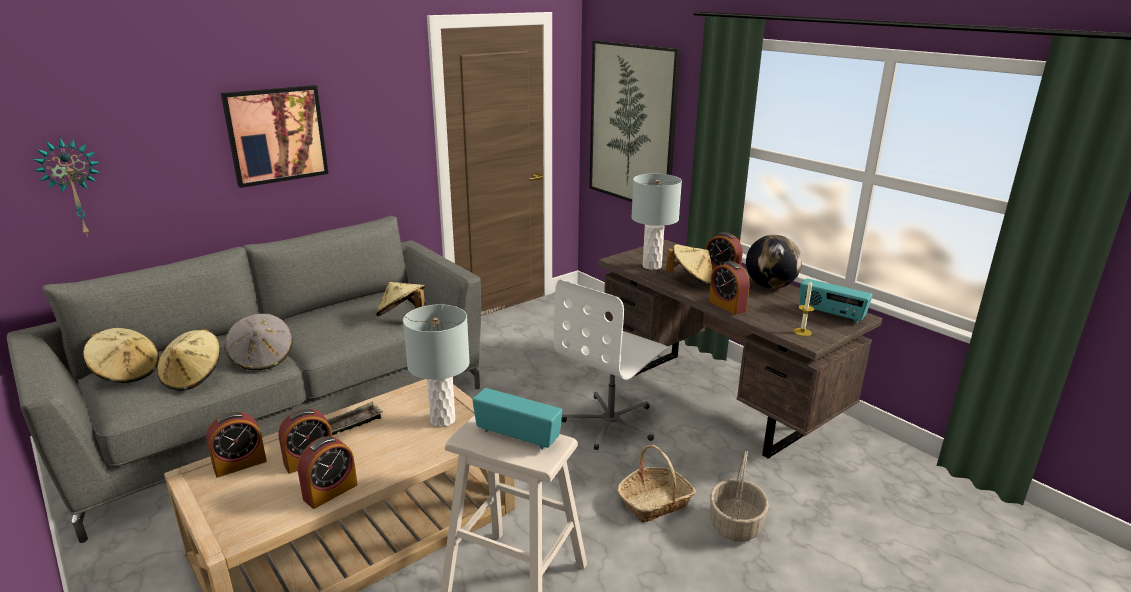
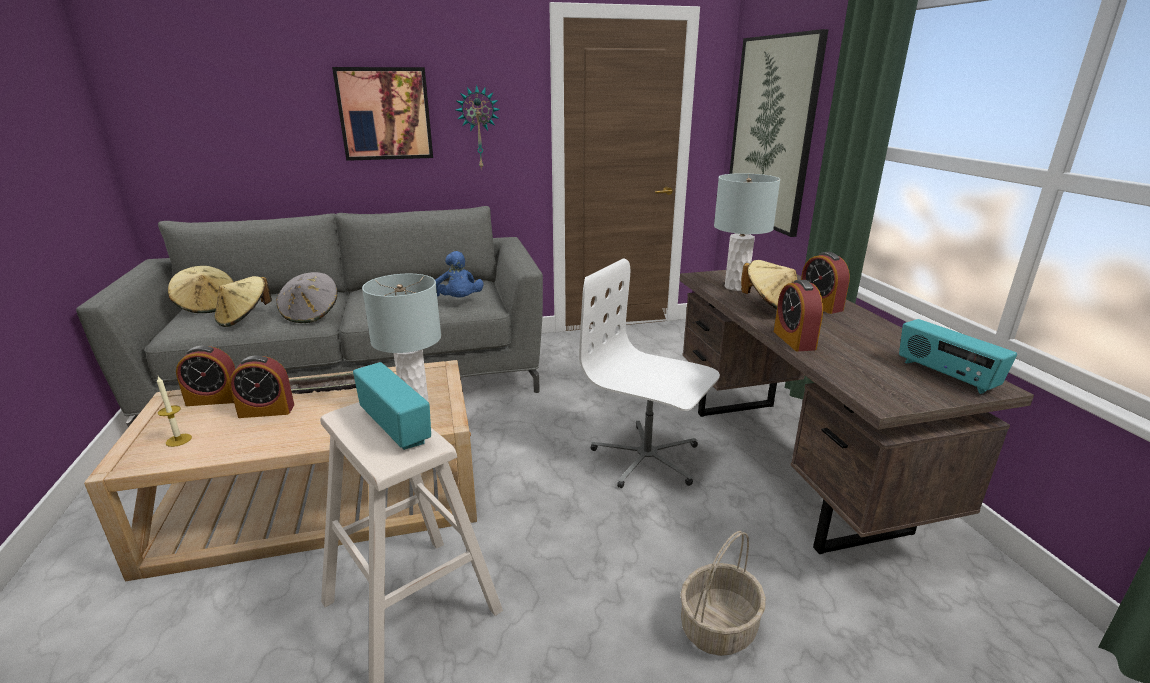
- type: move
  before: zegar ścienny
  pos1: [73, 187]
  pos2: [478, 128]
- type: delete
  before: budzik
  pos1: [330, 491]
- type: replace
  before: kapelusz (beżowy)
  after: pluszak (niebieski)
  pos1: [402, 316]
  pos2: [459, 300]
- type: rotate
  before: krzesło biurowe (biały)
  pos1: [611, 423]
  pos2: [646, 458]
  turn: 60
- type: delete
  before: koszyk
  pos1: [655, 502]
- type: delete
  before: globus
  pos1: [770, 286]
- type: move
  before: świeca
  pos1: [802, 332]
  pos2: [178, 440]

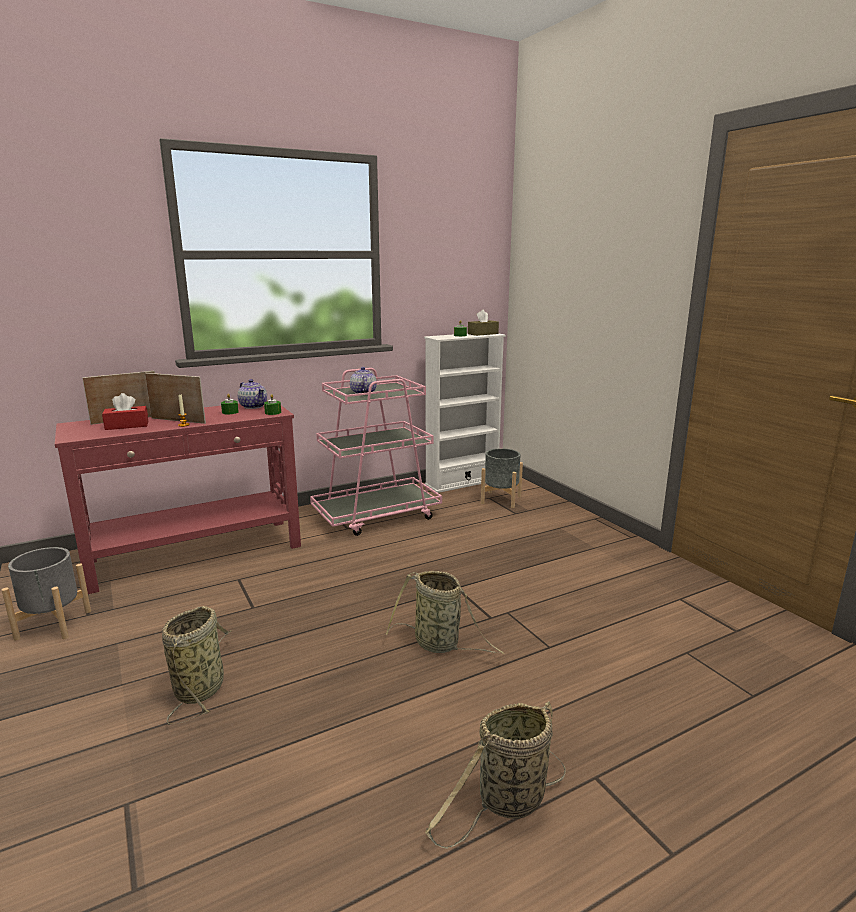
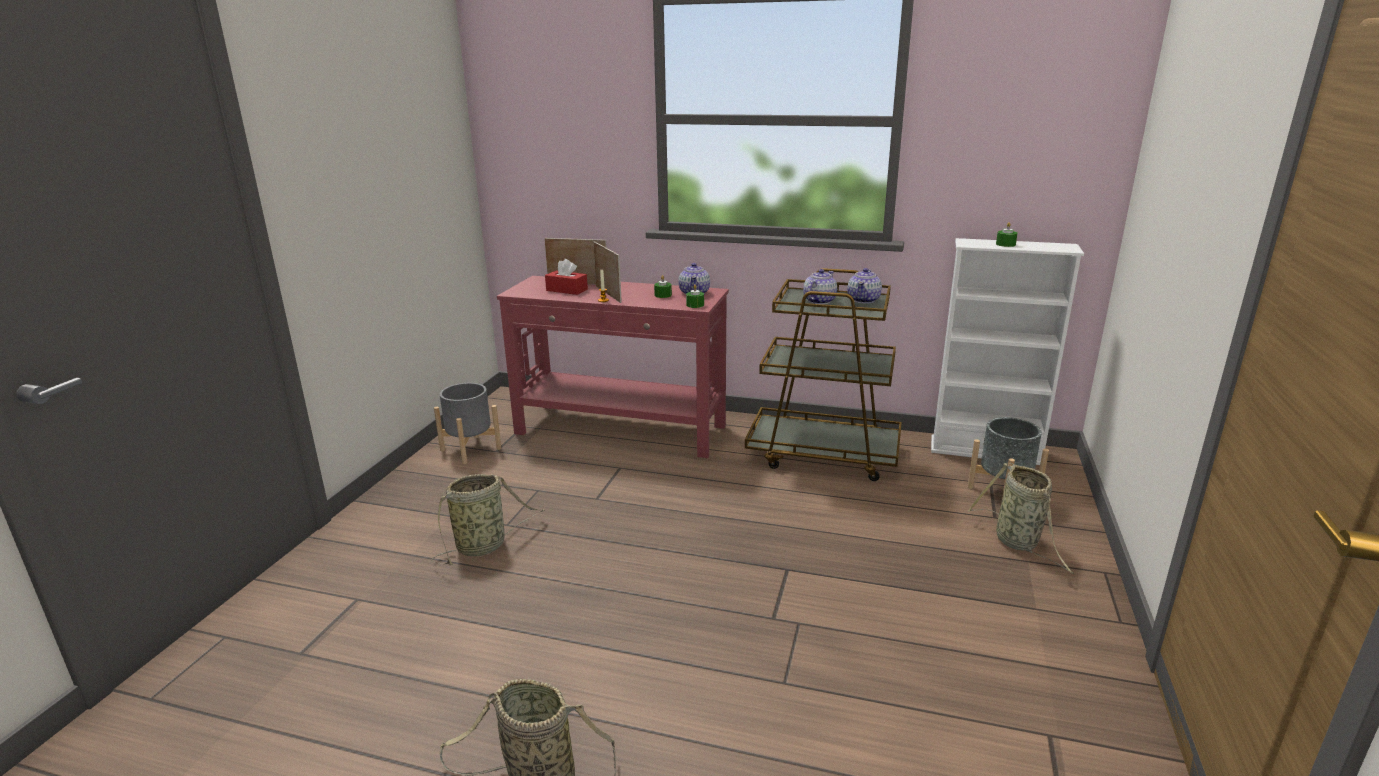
- type: recolor
  before: wózek (różowy)
  after: wózek (brązowy)
  pos1: [377, 515]
  pos2: [824, 454]
- type: move
  before: koszyk
  pos1: [440, 644]
  pos2: [1019, 543]
- type: delete
  before: pudełko chusteczek (brązowy)
  pos1: [483, 334]
- type: insert
  after: imbryk
  pos2: [864, 300]

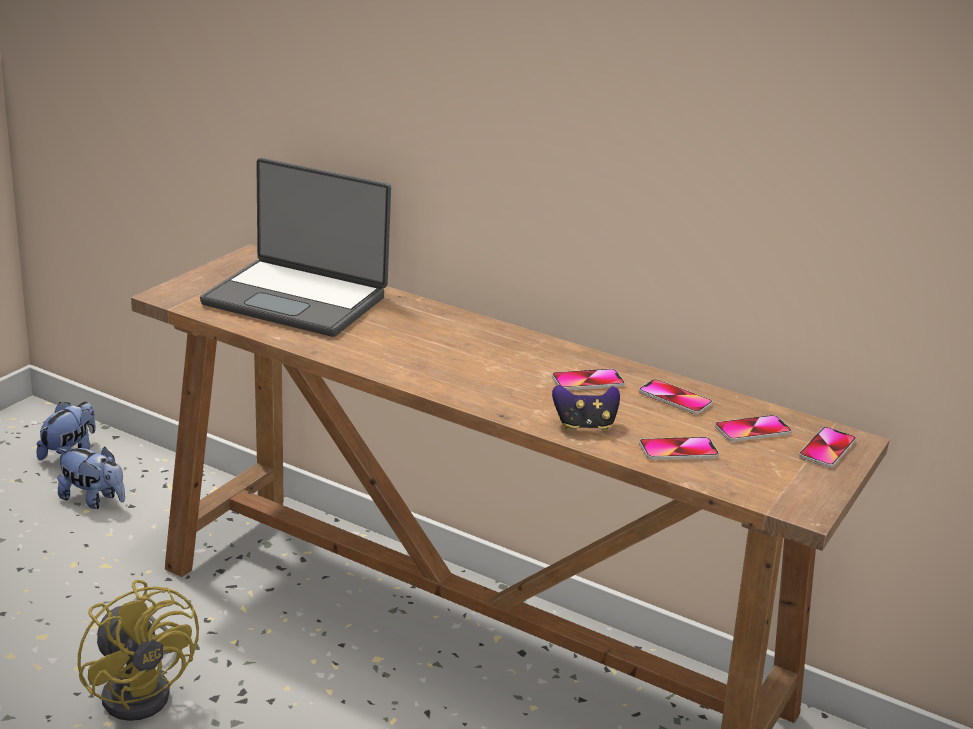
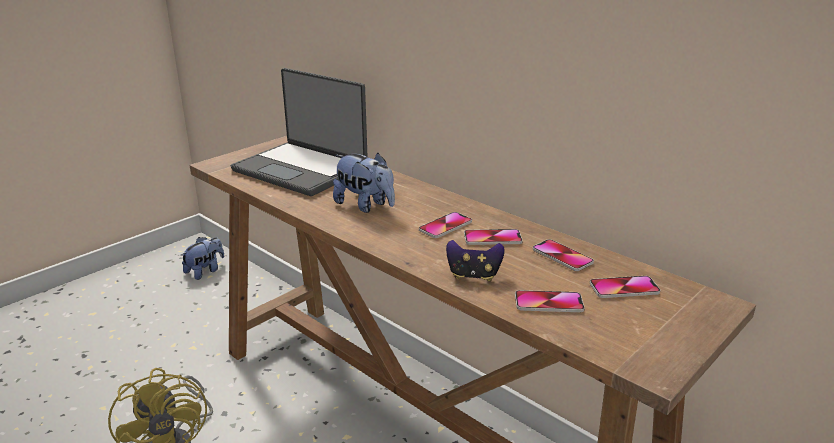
- type: move
  before: pluszak
  pos1: [93, 500]
  pos2: [365, 205]
- type: move
  before: telefon
  pos1: [827, 449]
  pos2: [445, 226]

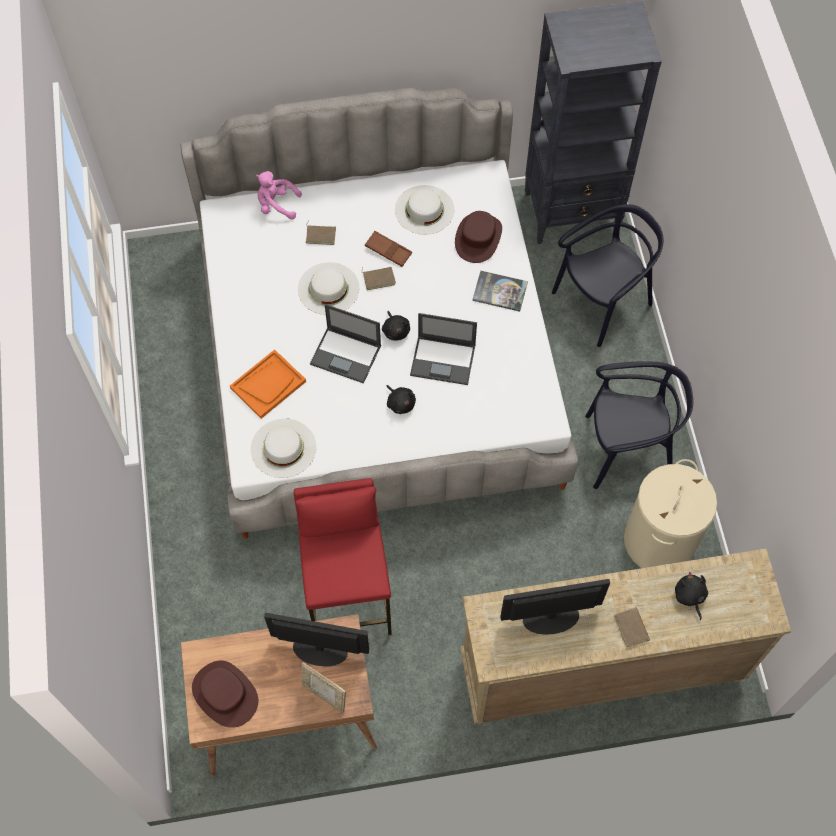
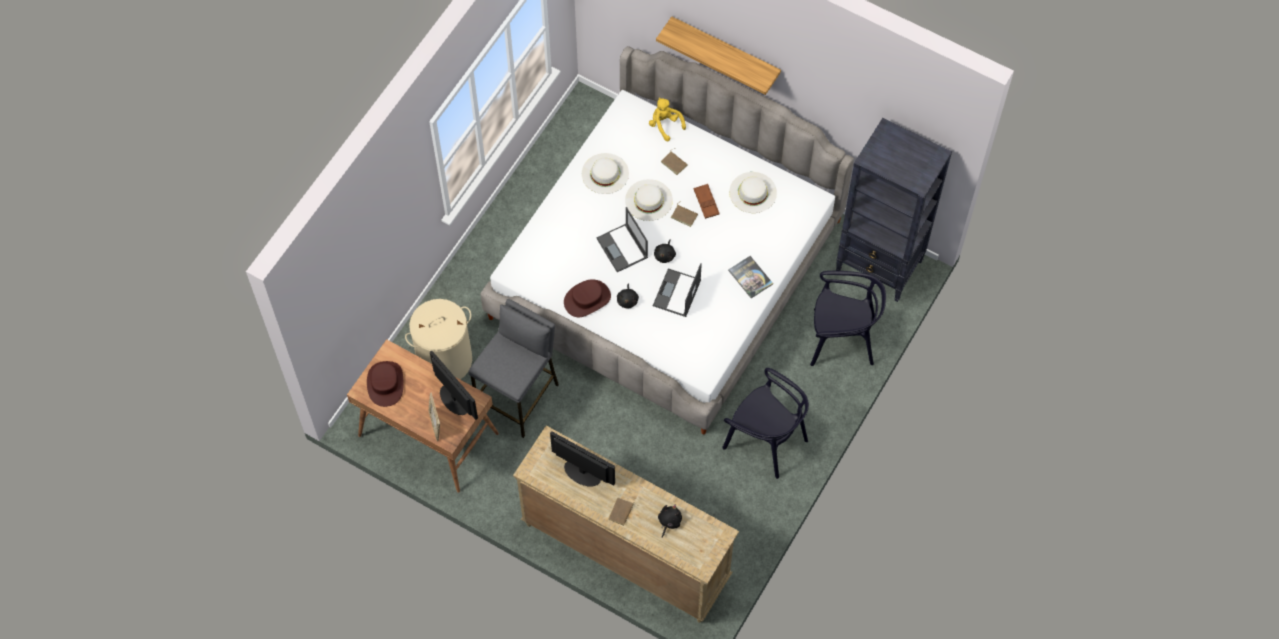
- type: delete
  before: taca (pomarańczowy)
  pos1: [268, 384]
- type: move
  before: kapelusz (biały)
  pos1: [283, 448]
  pos2: [605, 173]
- type: recolor
  before: pluszak (różowy)
  after: pluszak (żółty)
  pos1: [276, 205]
  pos2: [665, 125]
- type: recolor
  before: stołek (czerwony)
  after: stołek (szary)
  pos1: [349, 596]
  pos2: [519, 398]
- type: rotate
  before: laptop
  pos1: [443, 360]
  pos2: [676, 294]
  turn: 60
- type: move
  before: kapelusz (brązowy)
  pos1: [478, 238]
  pos2: [587, 299]
- type: move
  before: kosz na pranie (beżowy)
  pos1: [659, 540]
  pos2: [445, 359]
- type: insert
  after: półka
  pos2: [725, 51]

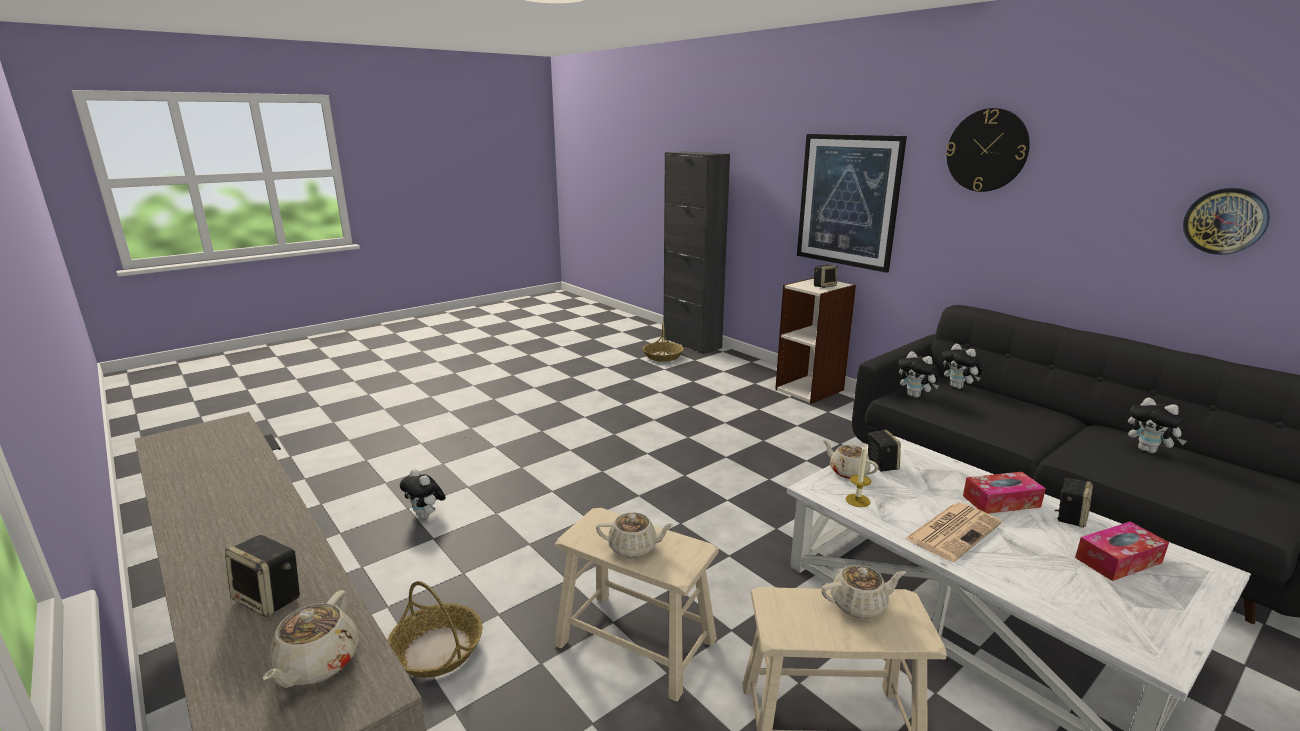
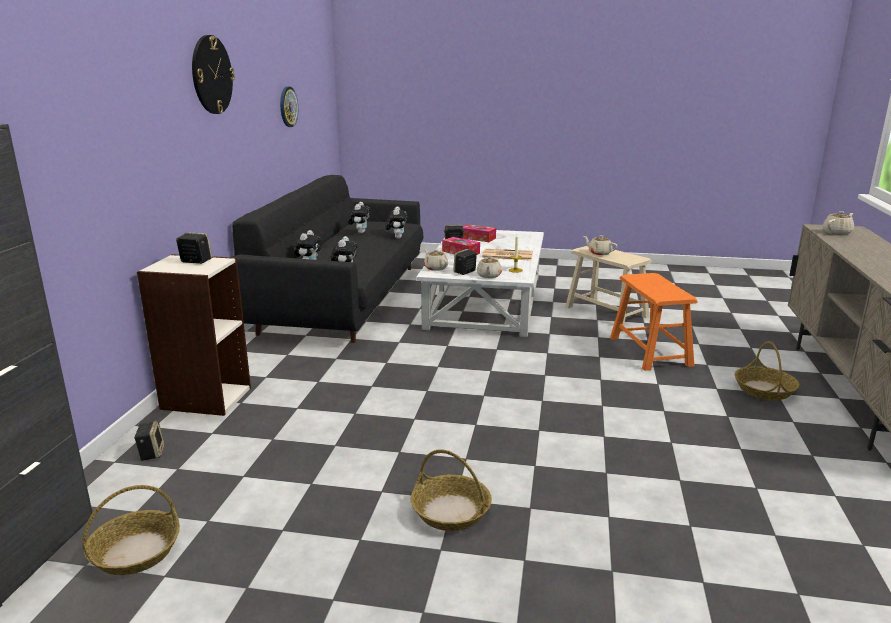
- type: move
  before: głośnik
  pos1: [270, 598]
  pos2: [151, 453]
- type: move
  before: pluszak
  pos1: [426, 515]
  pos2: [397, 237]
- type: recolor
  before: stołek (beżowy)
  after: stołek (pomarańczowy)
  pos1: [636, 642]
  pos2: [650, 351]
- type: move
  before: imbryk (beżowy)
  pos1: [634, 548]
  pos2: [435, 268]
- type: delete
  before: obraz
  pos1: [847, 201]
- type: insert
  after: koszyk
  pos2: [450, 511]

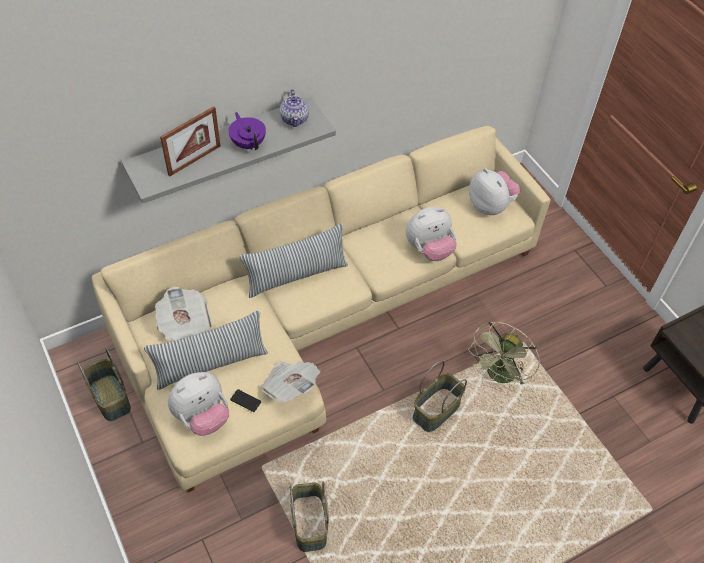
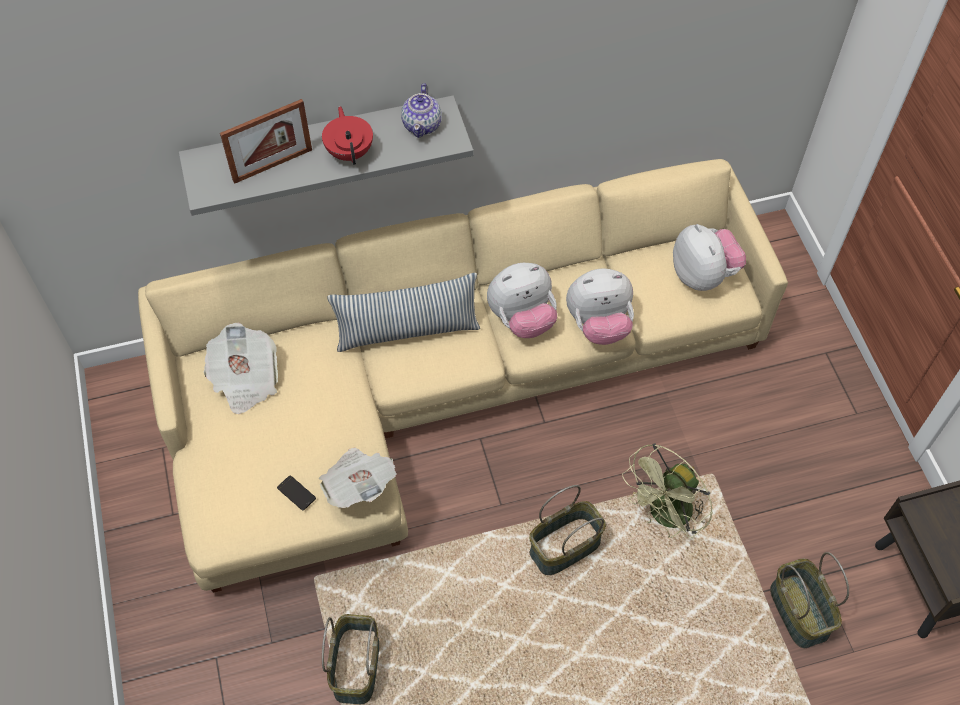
- type: move
  before: koszyk
  pos1: [111, 398]
  pos2: [800, 611]
- type: delete
  before: poduszka
  pos1: [211, 364]
- type: move
  before: pluszak
  pos1: [202, 417]
  pos2: [522, 319]
- type: recolor
  before: imbryk (fioletowy)
  after: imbryk (czerwony)
  pos1: [248, 143]
  pos2: [350, 152]

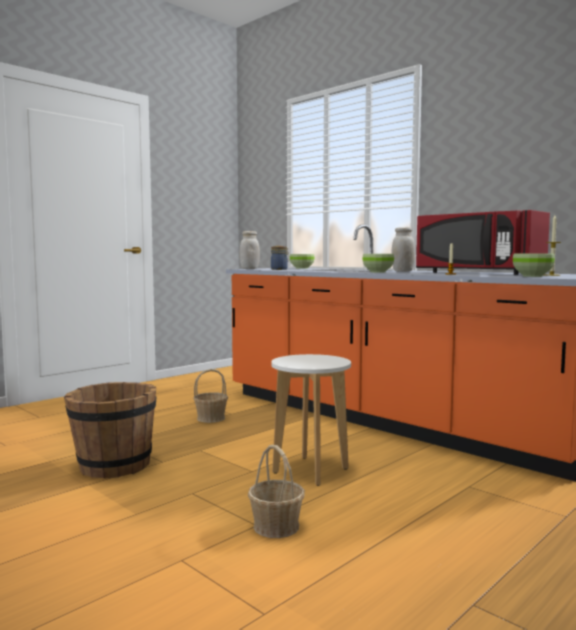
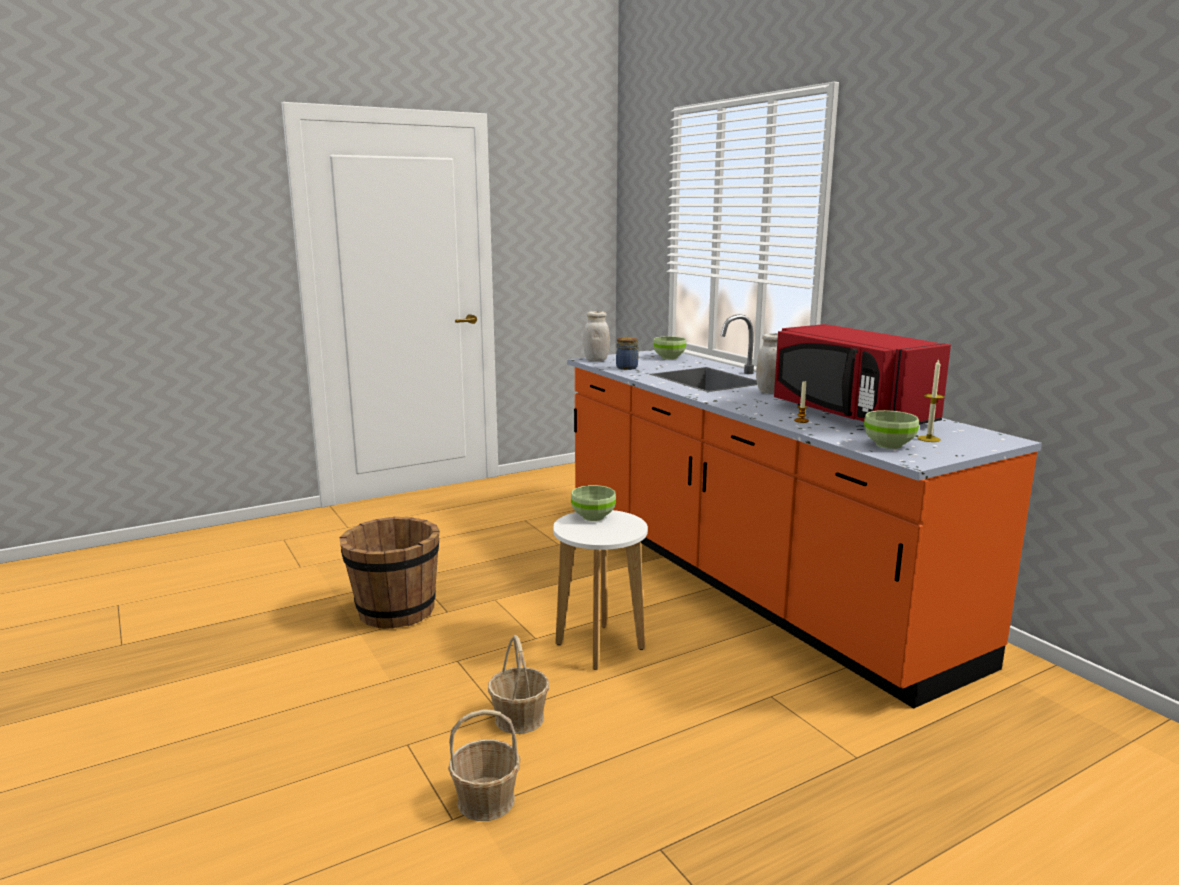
- type: move
  before: koszyk
  pos1: [211, 418]
  pos2: [486, 801]
- type: move
  before: miska (zielony)
  pos1: [377, 272]
  pos2: [592, 517]

